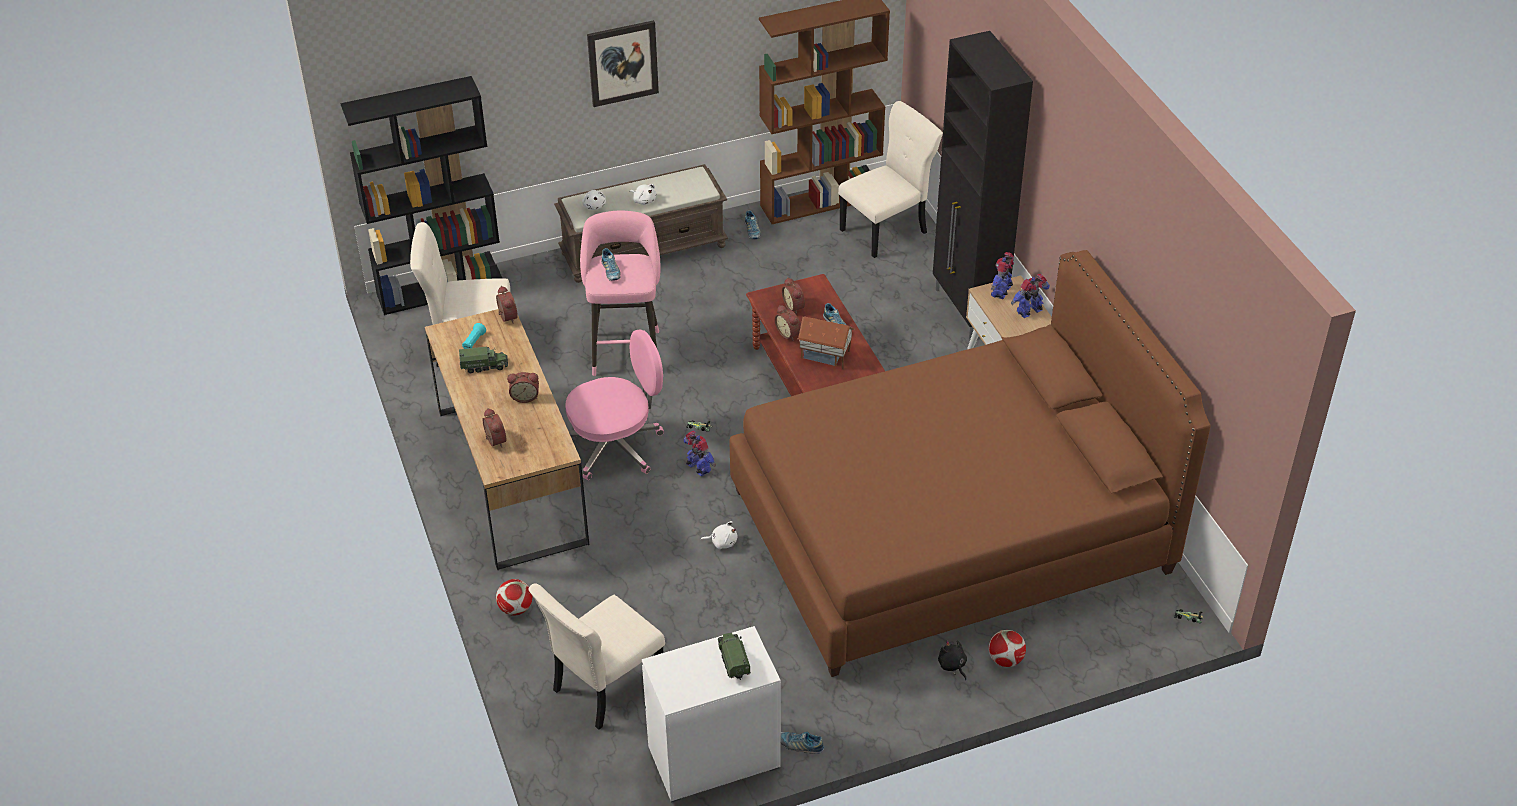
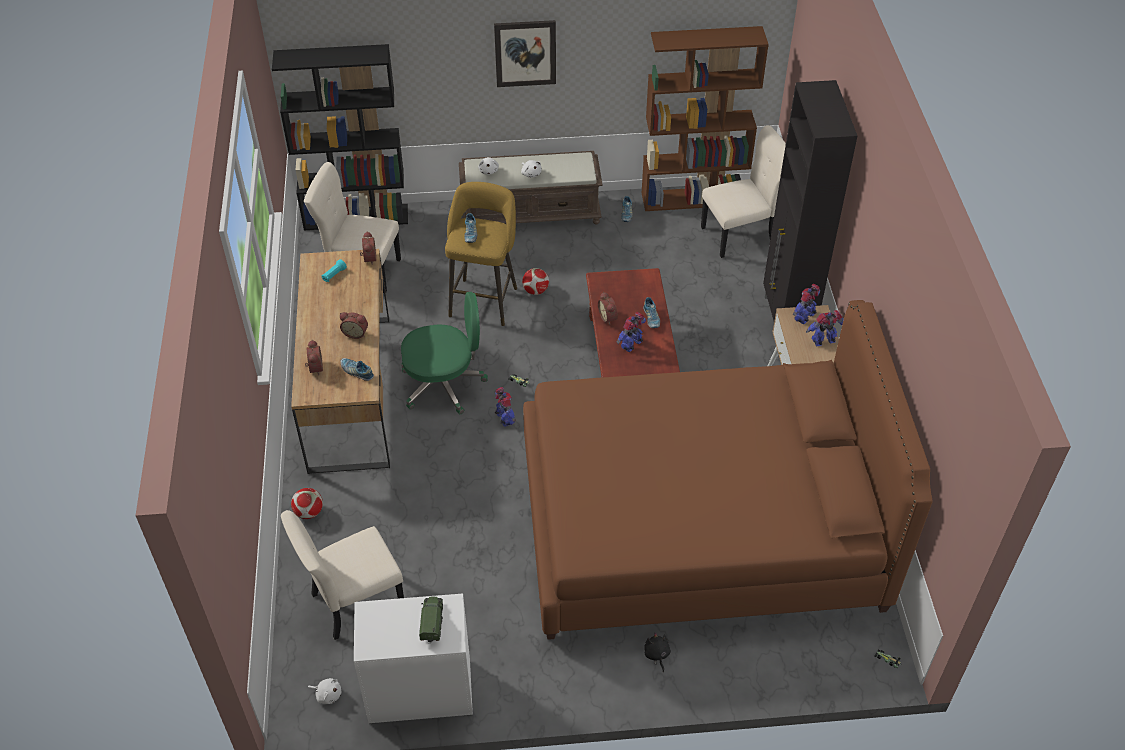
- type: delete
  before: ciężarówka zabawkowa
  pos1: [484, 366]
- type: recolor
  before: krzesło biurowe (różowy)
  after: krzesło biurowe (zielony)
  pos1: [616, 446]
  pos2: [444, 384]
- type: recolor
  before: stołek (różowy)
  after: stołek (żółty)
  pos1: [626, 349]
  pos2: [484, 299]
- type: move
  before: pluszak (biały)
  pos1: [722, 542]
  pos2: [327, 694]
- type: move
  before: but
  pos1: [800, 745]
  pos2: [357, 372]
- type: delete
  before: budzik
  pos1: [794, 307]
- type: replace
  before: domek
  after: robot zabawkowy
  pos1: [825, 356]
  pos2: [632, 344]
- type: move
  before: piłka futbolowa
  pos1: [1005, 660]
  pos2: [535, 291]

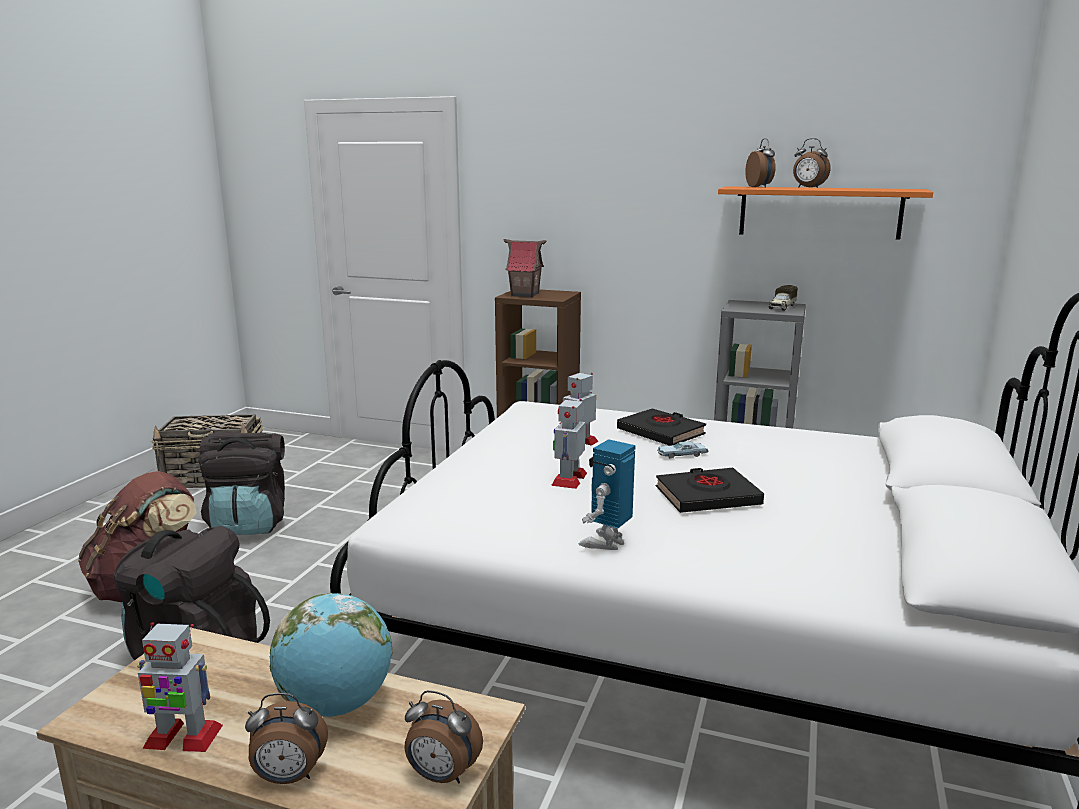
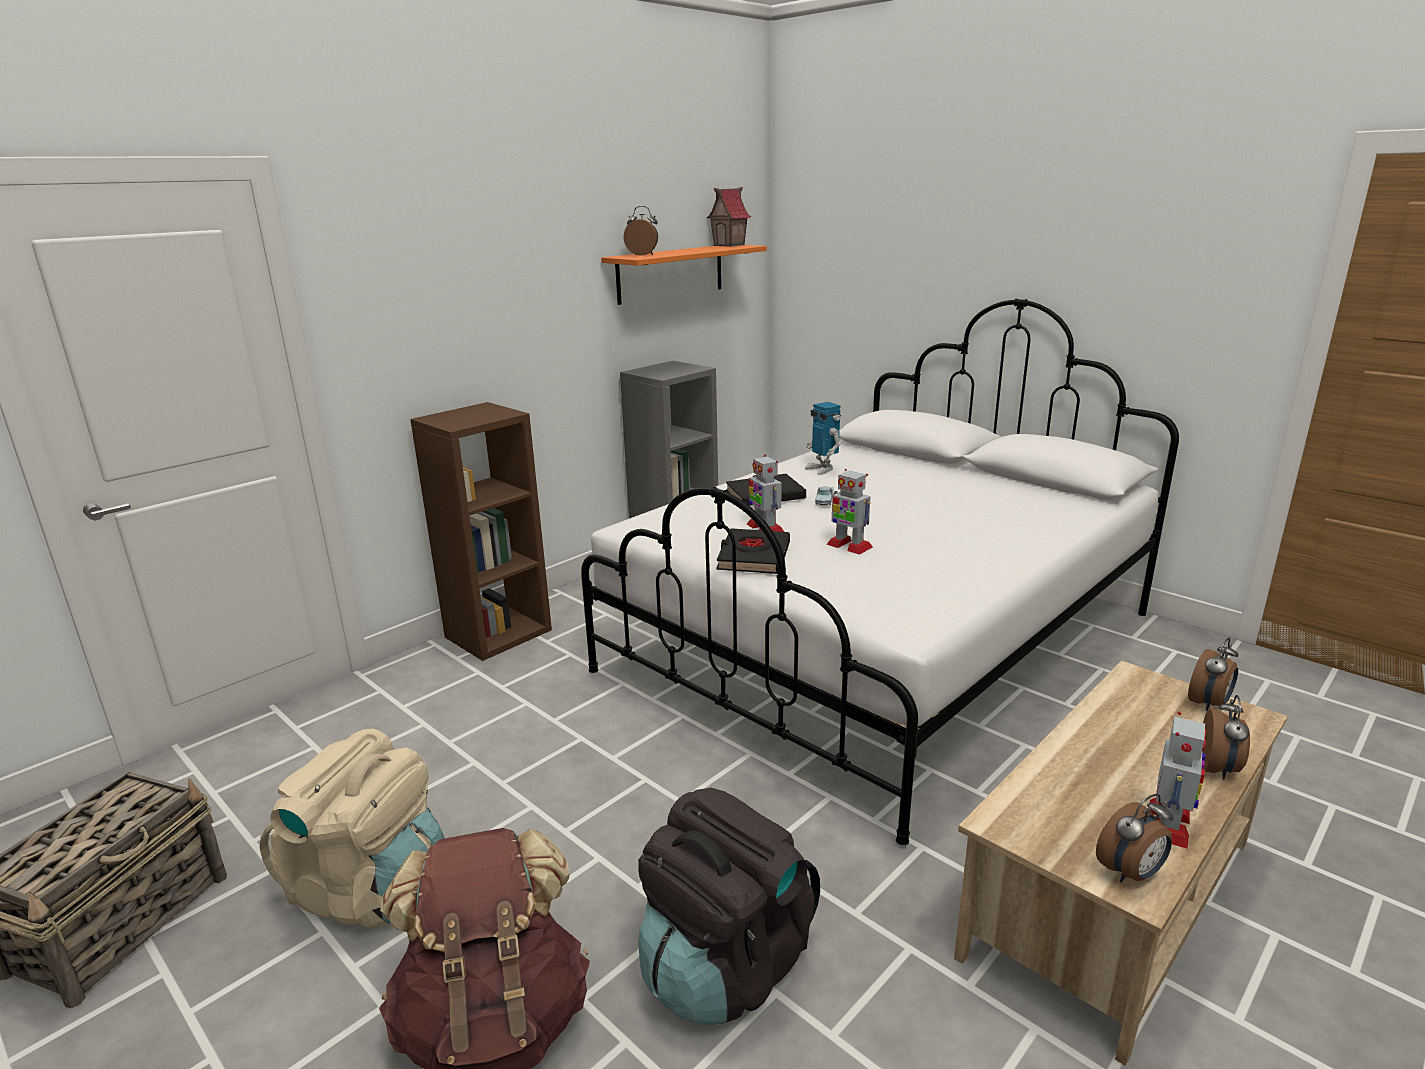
- type: recolor
  before: plecak (czarny)
  after: plecak (beżowy)
  pos1: [249, 524]
  pos2: [371, 888]
- type: delete
  before: globus
  pos1: [336, 704]
- type: move
  before: domek
  pos1: [525, 295]
  pos2: [729, 245]
- type: move
  before: robot zabawkowy
  pos1: [606, 542]
  pos2: [822, 469]
- type: move
  before: książka (czarny)
  pos1: [707, 497]
  pos2: [753, 557]
- type: delete
  before: ciężarówka zabawkowa
  pos1: [781, 307]
- type: move
  before: budzik
  pos1: [808, 187]
  pos2: [1131, 873]

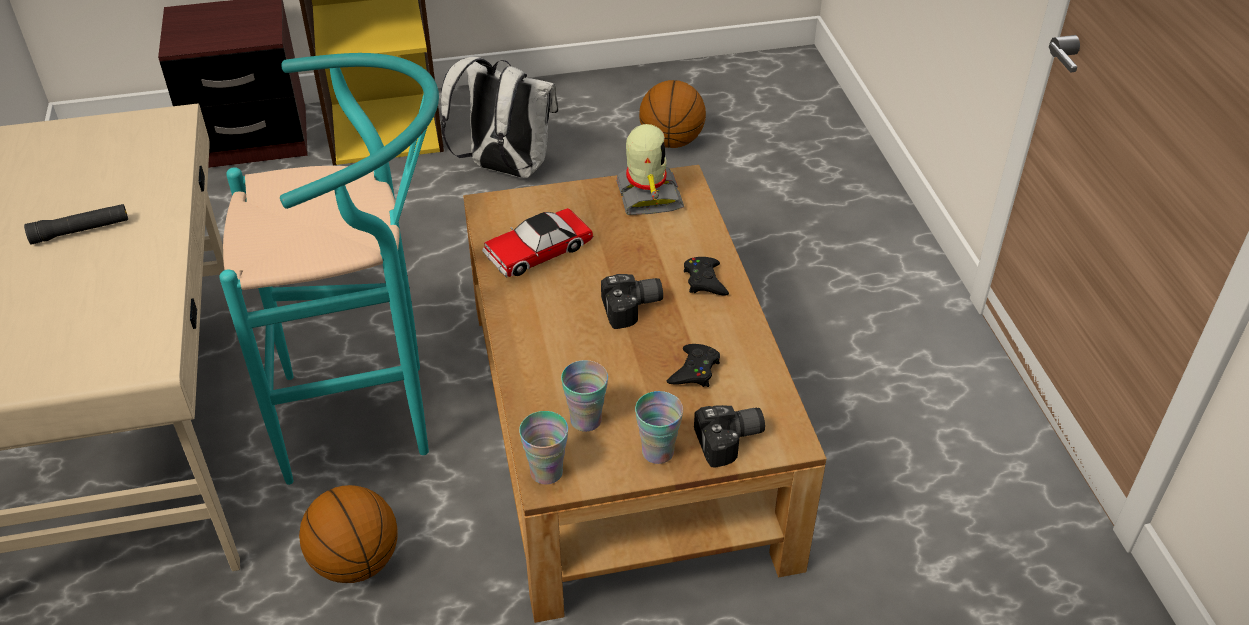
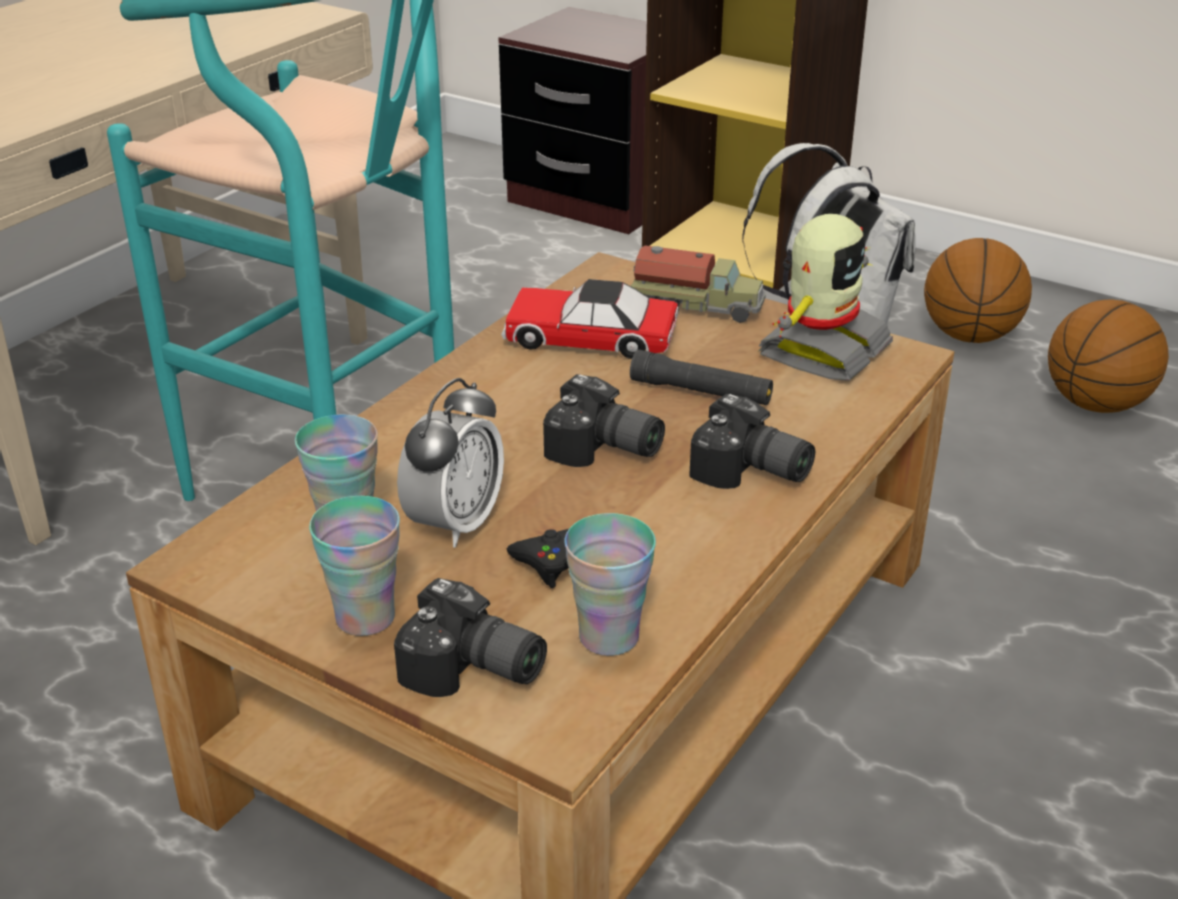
- type: move
  before: latarka (czarny)
  pos1: [80, 231]
  pos2: [701, 392]
- type: move
  before: piłka do koszykówki
  pos1: [356, 561]
  pos2: [969, 336]
- type: move
  before: filiżanka
  pos1: [546, 472]
  pos2: [609, 637]
- type: replace
  before: pad do gier (czarny)
  after: aparat fotograficzny
  pos1: [705, 281]
  pos2: [750, 473]
- type: insert
  after: budzik
  pos2: [455, 524]
- type: insert
  after: ciężarówka zabawkowa
  pos2: [696, 306]

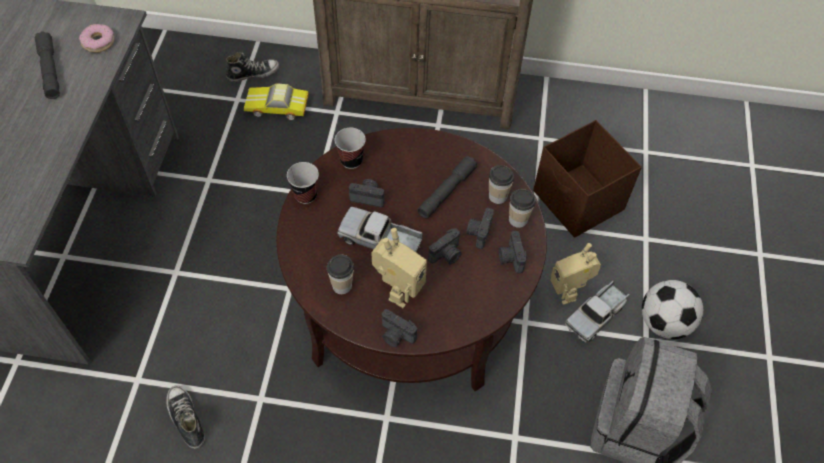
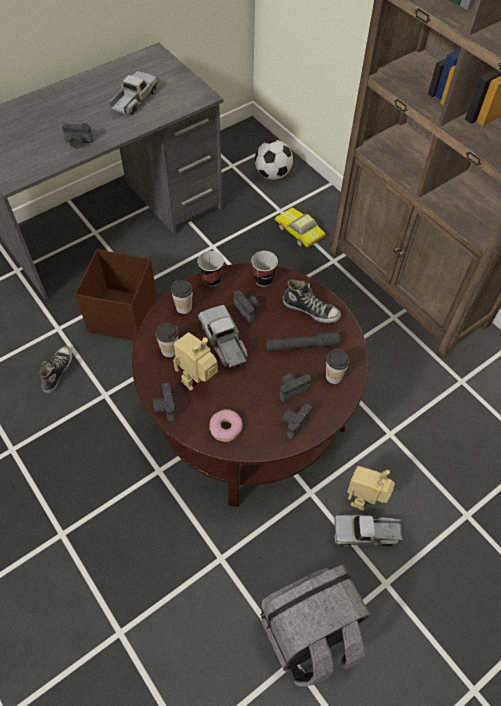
- type: replace
  before: latarka (szary)
  after: ciężarówka zabawkowa
  pos1: [50, 71]
  pos2: [134, 100]
- type: move
  before: donut
  pos1: [98, 42]
  pos2: [225, 428]
- type: move
  before: but
  pos1: [253, 74]
  pos2: [311, 310]
- type: rotate
  before: robot zabawkowy
  pos1: [398, 290]
  pos2: [198, 381]
  turn: 150
- type: move
  before: aparat fotograficzny
  pos1: [446, 255]
  pos2: [78, 143]
- type: move
  before: filiżanka
  pos1: [518, 219]
  pos2: [183, 307]
- type: move
  before: pojemnik do przechowywania (brązowy)
  pos1: [578, 202]
  pos2: [122, 315]
- type: move
  before: piłka futbolowa
  pos1: [664, 322]
  pos2: [273, 174]

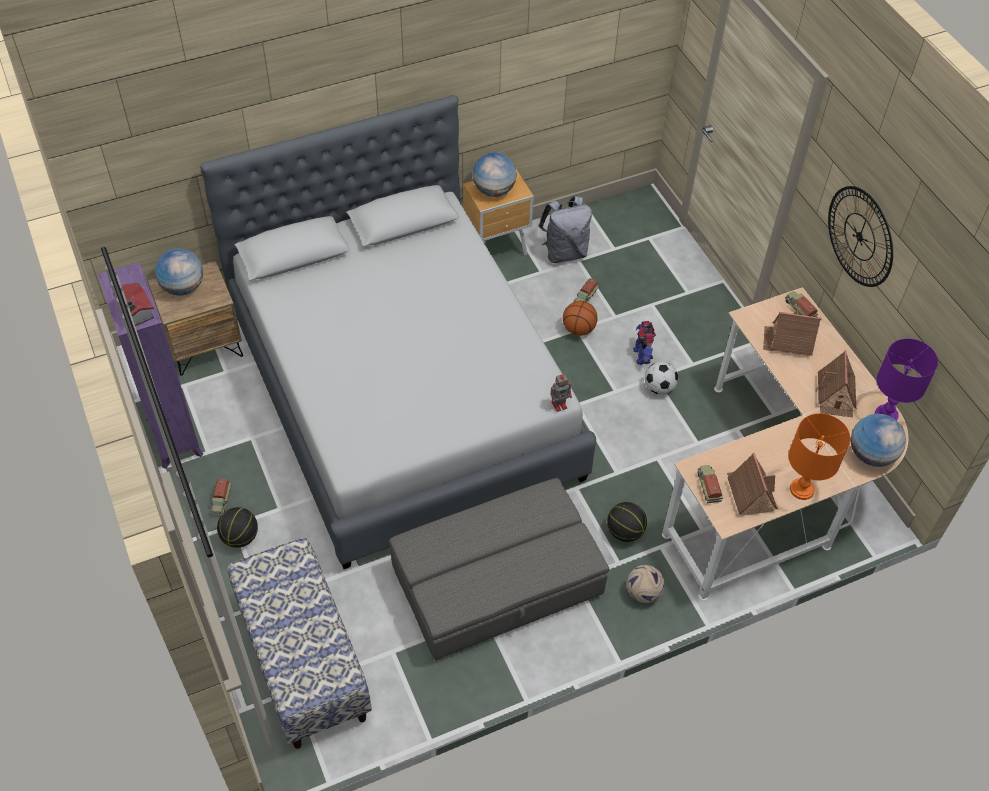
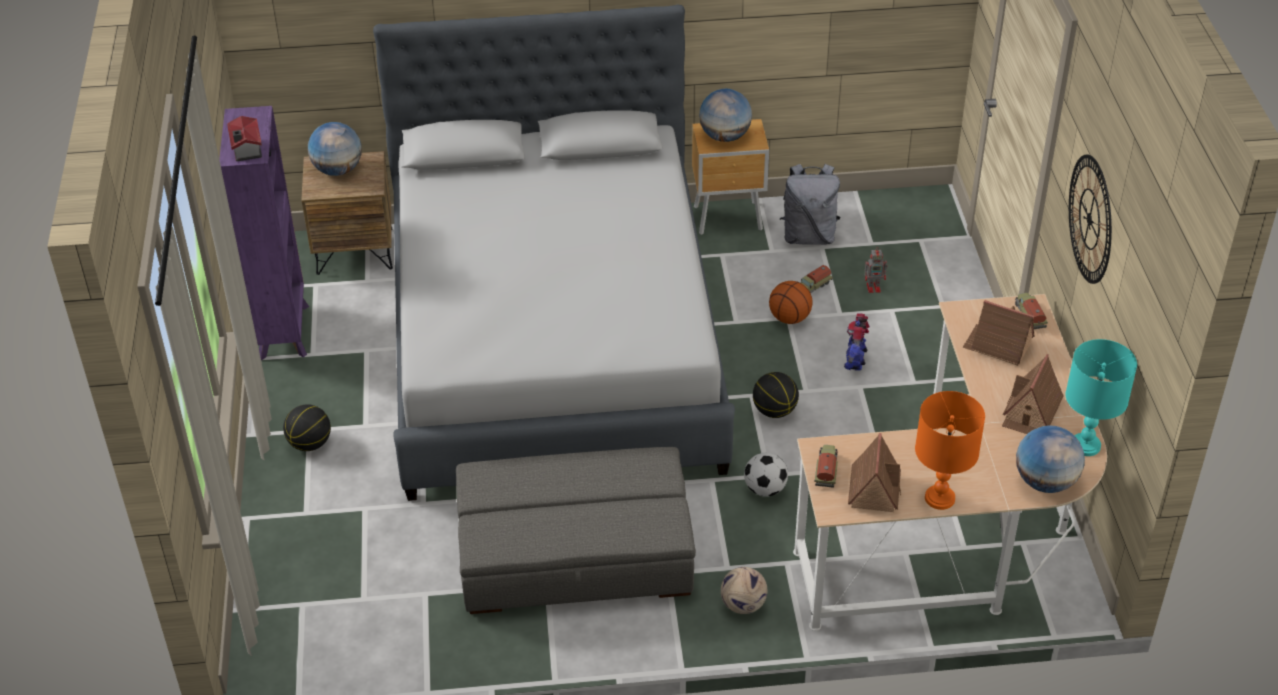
- type: delete
  before: ciężarówka zabawkowa
  pos1: [221, 501]
- type: delete
  before: ławka
  pos1: [303, 661]
- type: move
  before: robot zabawkowy
  pos1: [560, 404]
  pos2: [874, 287]
- type: move
  before: piłka do koszykówki
  pos1: [625, 532]
  pos2: [774, 411]
- type: move
  before: piłka futbolowa
  pos1: [659, 388]
  pos2: [765, 489]
- type: recolor
  before: lampa stołowa (fioletowy)
  after: lampa stołowa (turkusowy)
  pos1: [886, 414]
  pos2: [1086, 445]

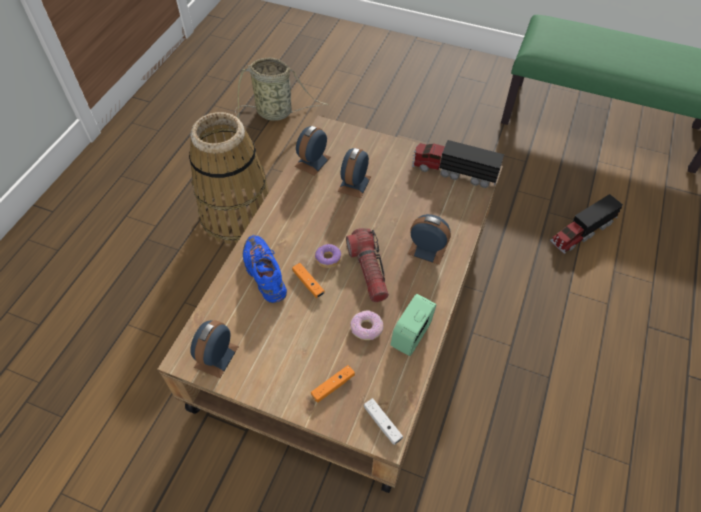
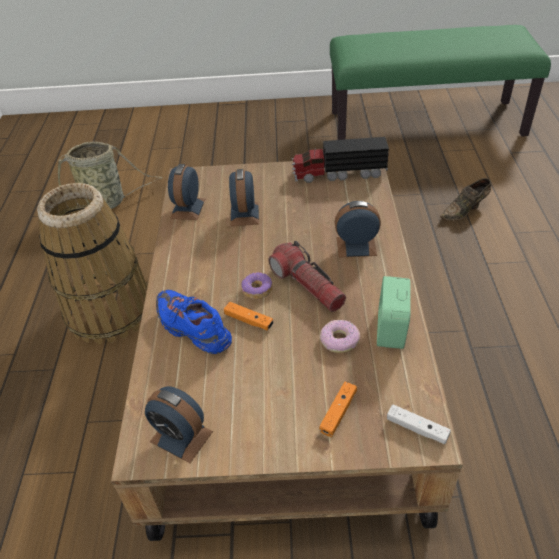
- type: rotate
  before: budzik
  pos1: [216, 356]
  pos2: [181, 436]
  turn: -60
- type: replace
  before: ciężarówka zabawkowa
  after: but (brązowy)
  pos1: [581, 232]
  pos2: [465, 211]

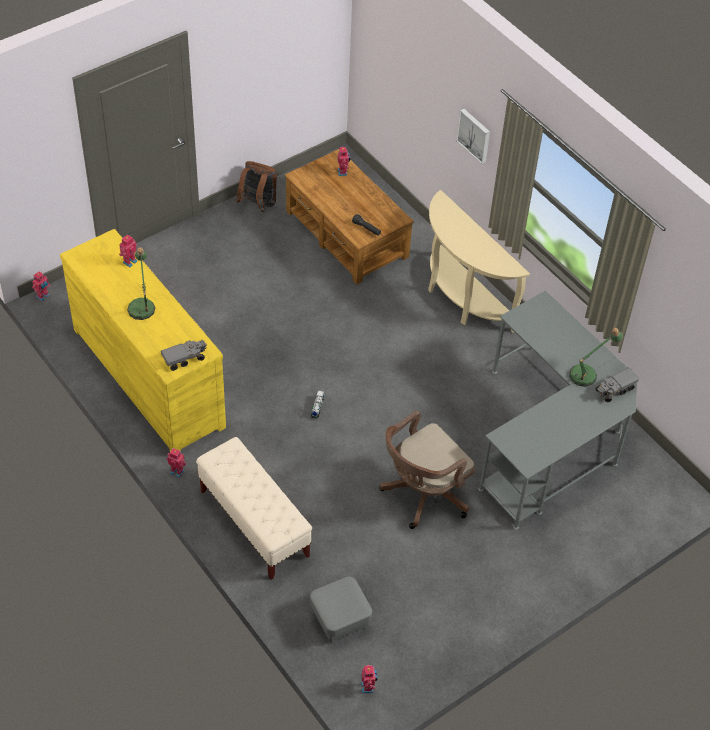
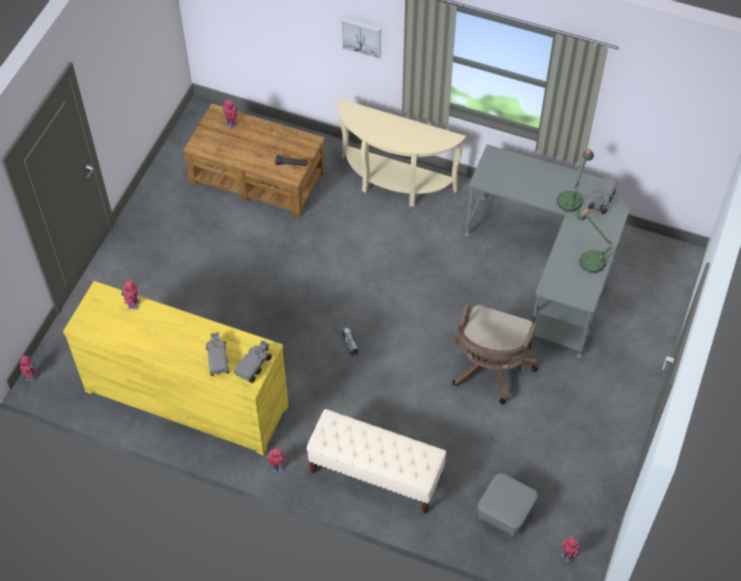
- type: move
  before: lampa stołowa
  pos1: [142, 305]
  pos2: [589, 258]
- type: delete
  before: plecak (brązowy)
  pos1: [258, 204]
- type: insert
  after: ciężarówka zabawkowa
  pos2: [218, 360]

